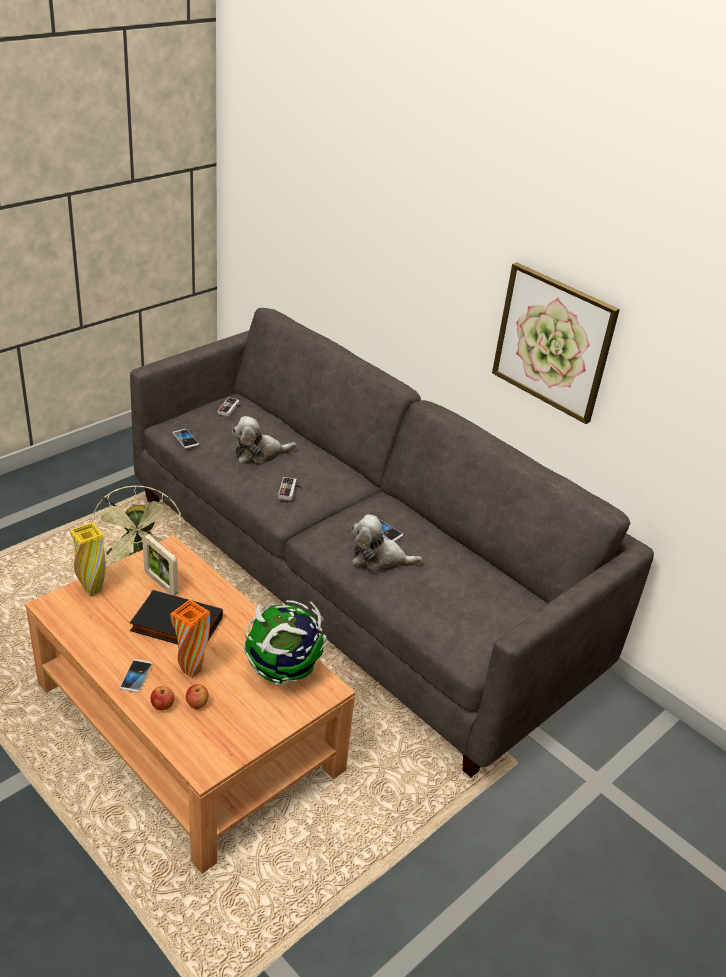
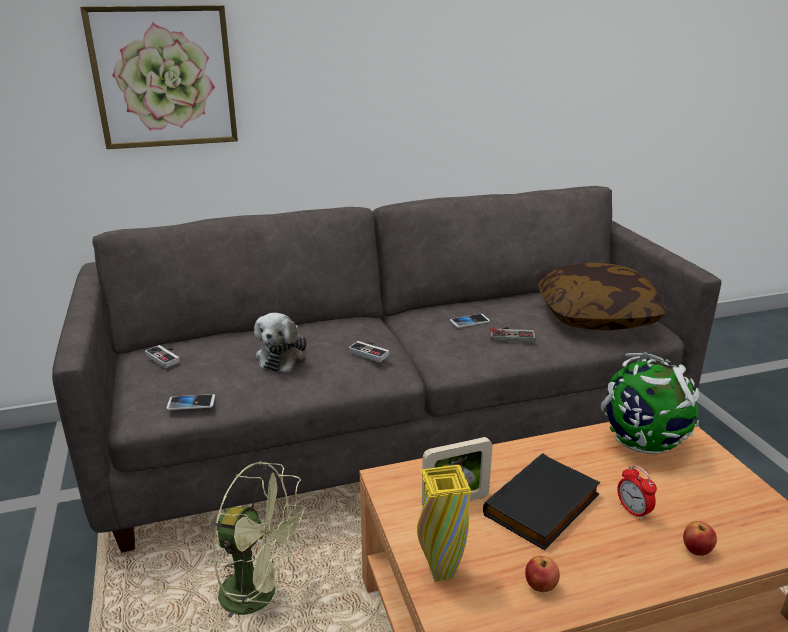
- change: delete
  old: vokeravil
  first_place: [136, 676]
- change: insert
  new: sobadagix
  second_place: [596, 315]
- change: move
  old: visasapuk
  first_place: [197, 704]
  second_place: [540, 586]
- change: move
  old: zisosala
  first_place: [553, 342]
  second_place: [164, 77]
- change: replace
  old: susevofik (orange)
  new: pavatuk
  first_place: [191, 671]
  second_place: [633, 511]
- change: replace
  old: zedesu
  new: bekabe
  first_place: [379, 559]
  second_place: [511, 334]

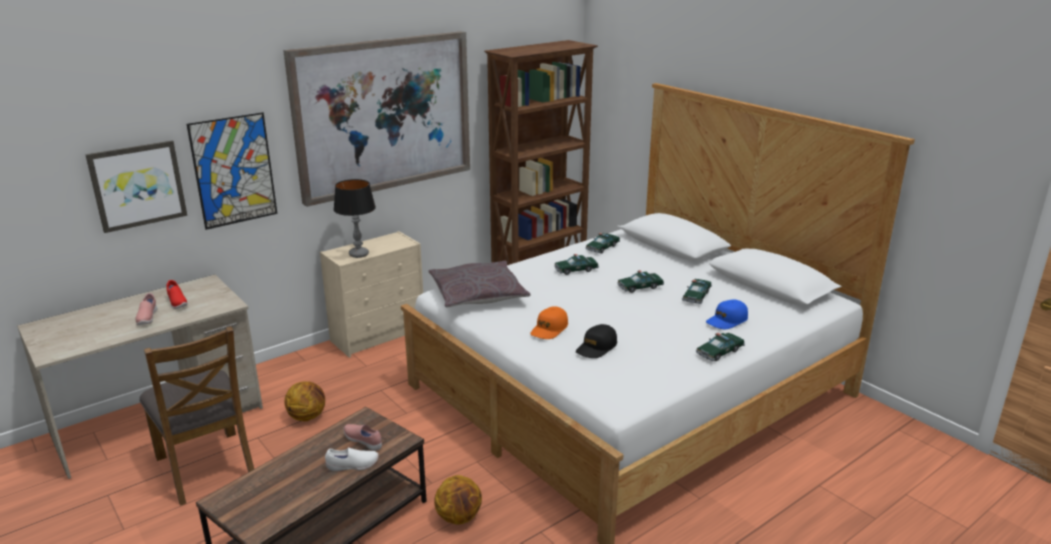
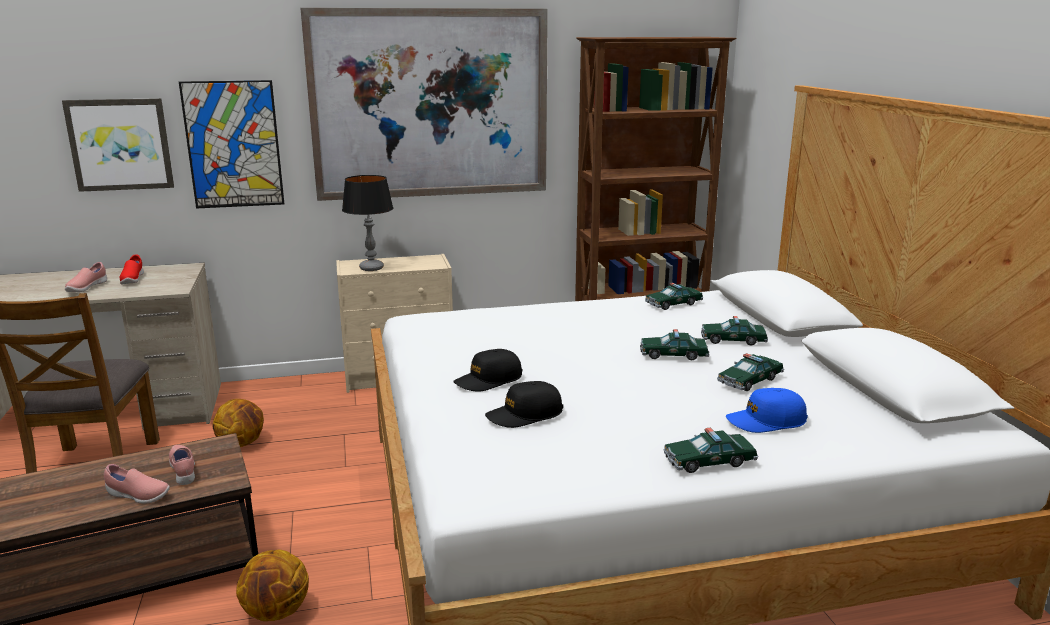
- change: delete
  old: sobadagix (grey)
  first_place: [478, 294]
- change: move
  old: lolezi
  first_place: [576, 270]
  second_place: [733, 340]
- change: recolor
  old: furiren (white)
  new: furiren (pink)
  first_place: [352, 466]
  second_place: [137, 496]
- change: recolor
  old: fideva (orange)
  new: fideva (black)
  first_place: [549, 329]
  second_place: [488, 380]

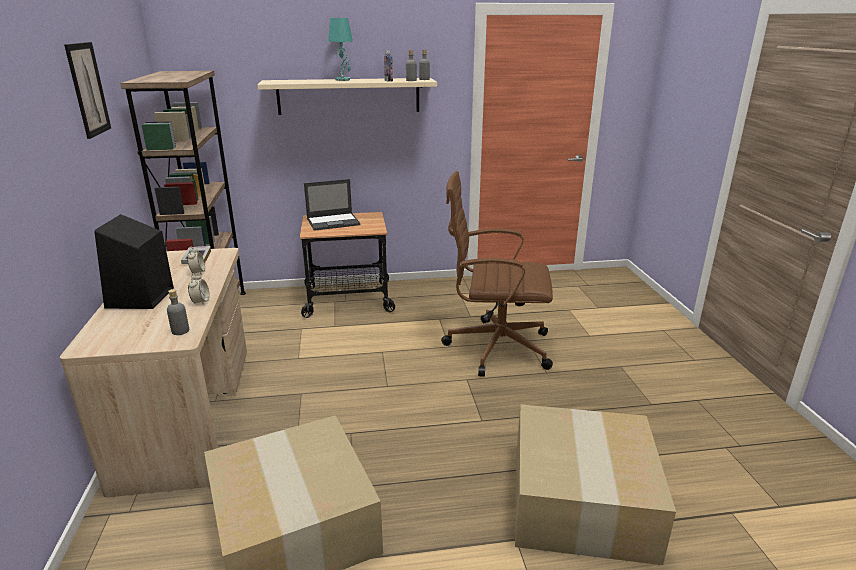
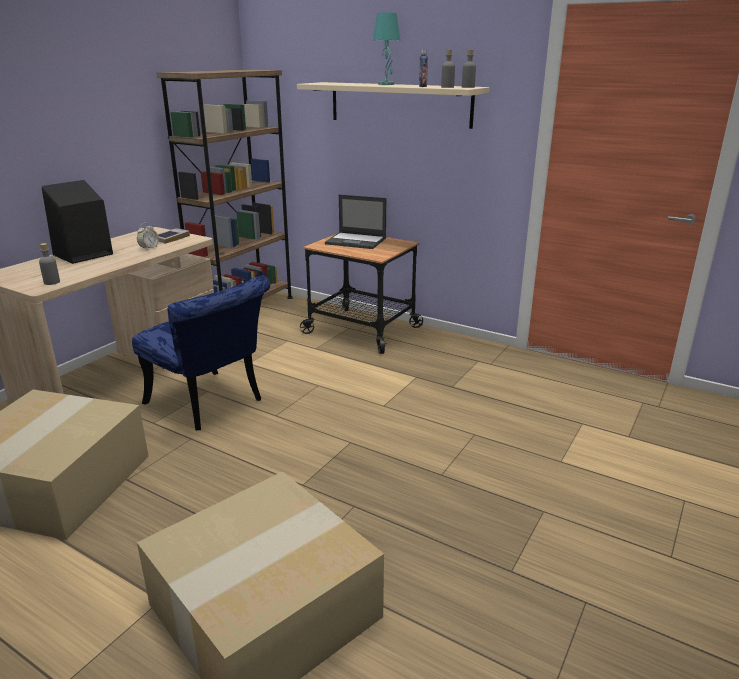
- change: delete
  old: zisosala
  first_place: [88, 89]
- change: delete
  old: pavatuk
  first_place: [200, 302]
- change: delete
  old: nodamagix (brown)
  first_place: [495, 347]
- change: insert
  new: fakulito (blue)
  second_place: [210, 405]

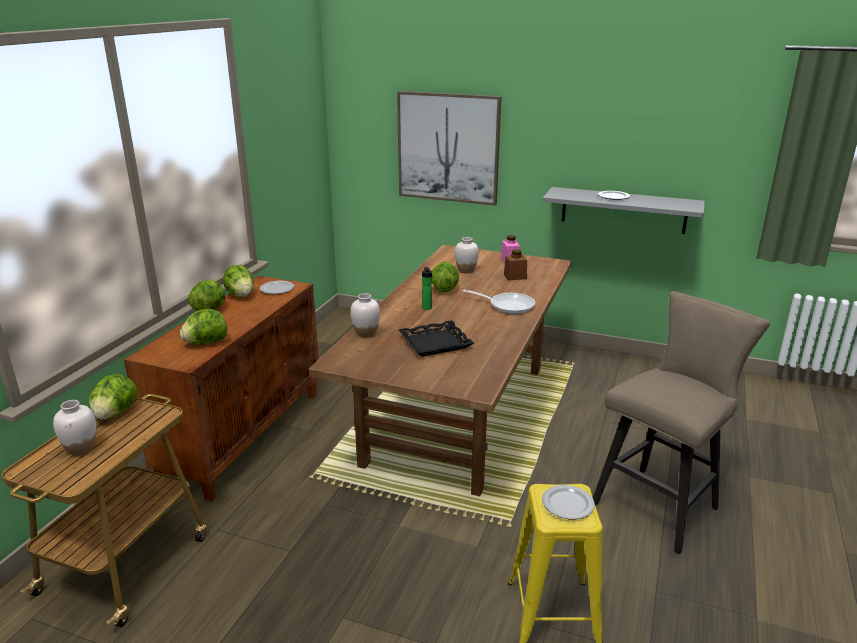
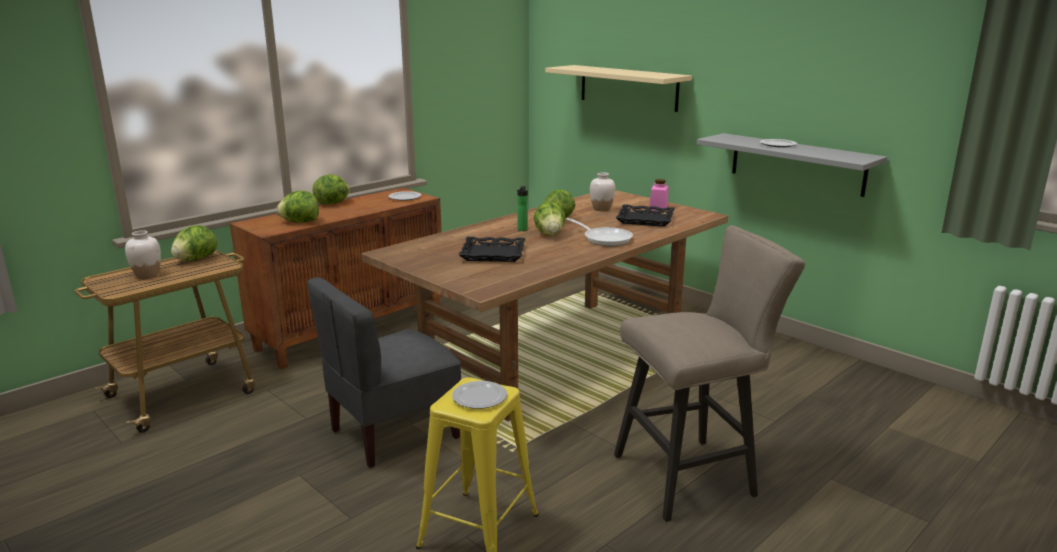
- change: delete
  old: susevofik (white)
  first_place: [366, 333]
- change: insert
  new: fakulito (grey)
  second_place: [393, 433]
- change: move
  old: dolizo
  first_place: [240, 295]
  second_place: [550, 234]
- change: replace
  old: zisosala
  new: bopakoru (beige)
  first_place: [448, 148]
  second_place: [628, 87]
- change: replace
  old: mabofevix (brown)
  new: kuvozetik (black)
  first_place: [515, 277]
  second_place: [645, 219]

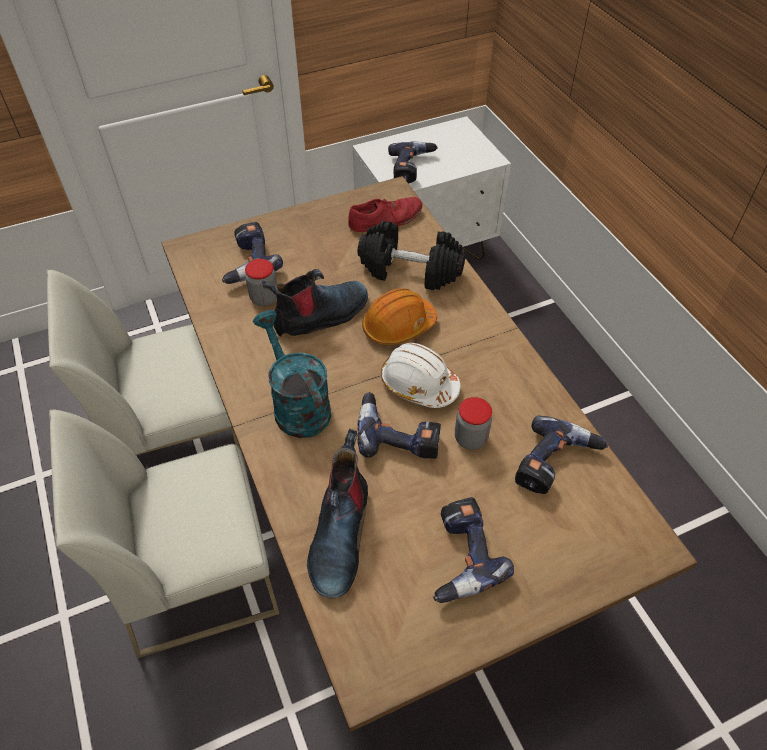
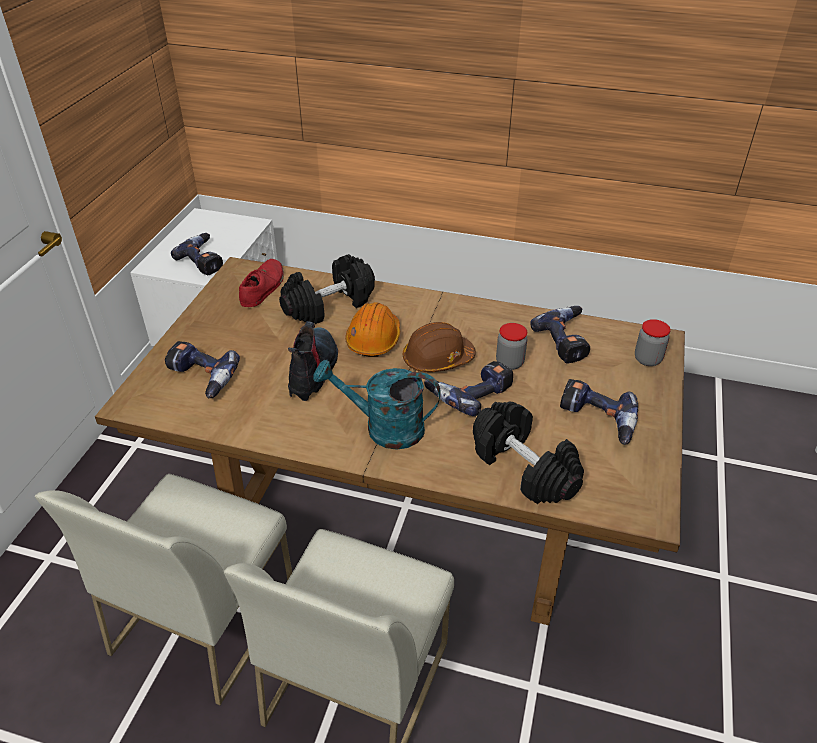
- change: move
  old: mabofevix
  first_place: [264, 298]
  second_place: [647, 359]
- change: replace
  old: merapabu
  new: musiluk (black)
  first_place: [339, 535]
  second_place: [524, 468]
- change: recolor
  old: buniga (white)
  new: buniga (brown)
  first_place: [418, 384]
  second_place: [437, 359]

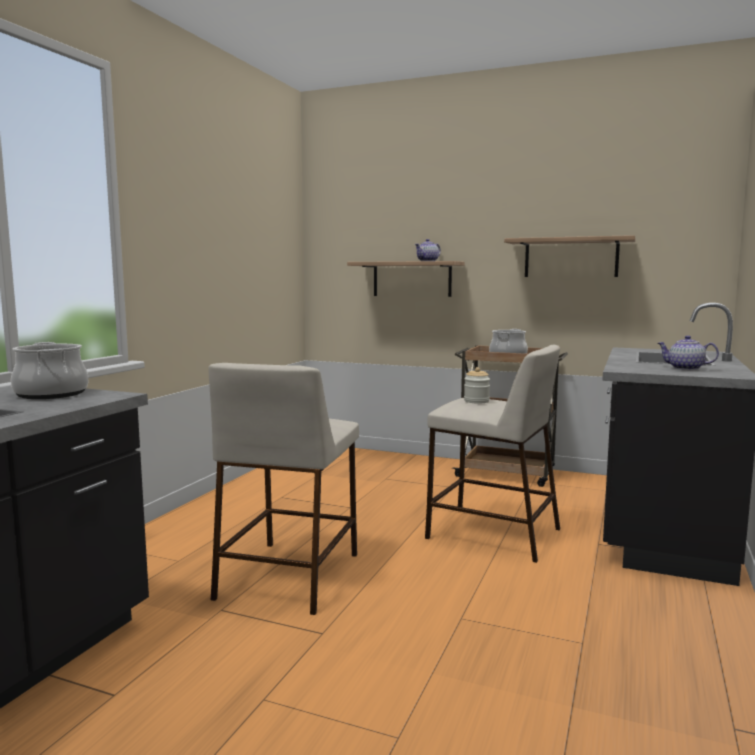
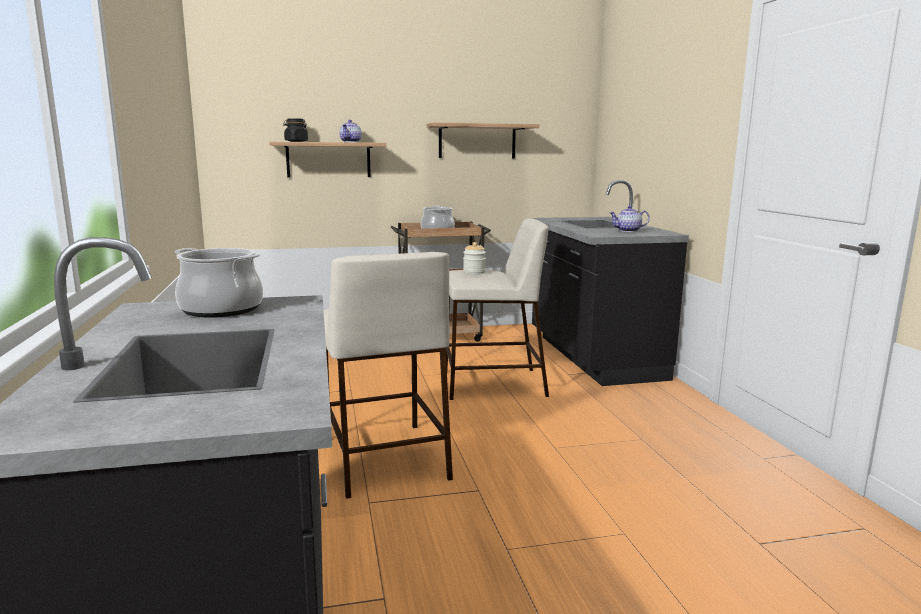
- change: insert
  new: mabofevix (black)
  second_place: [296, 141]

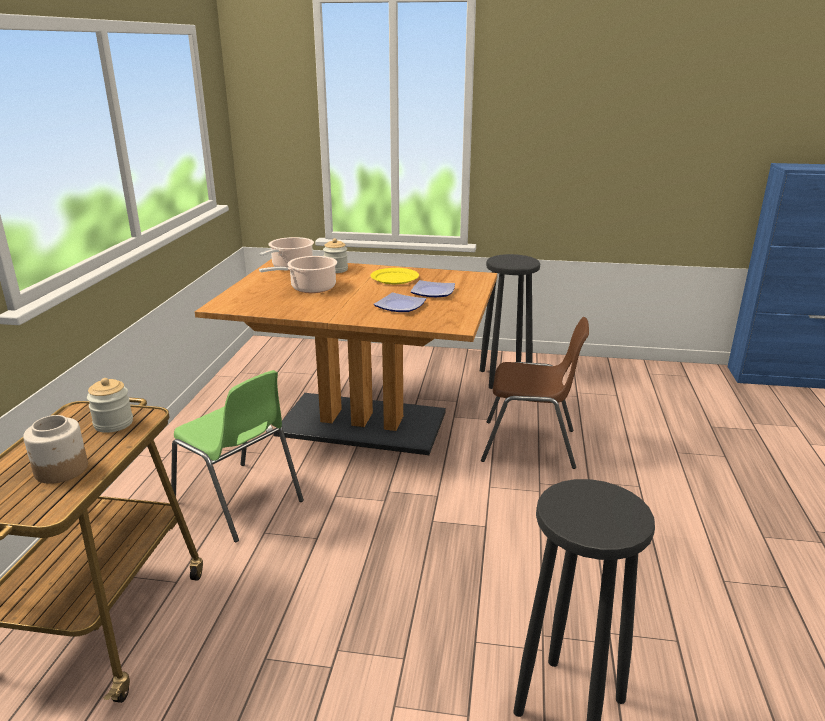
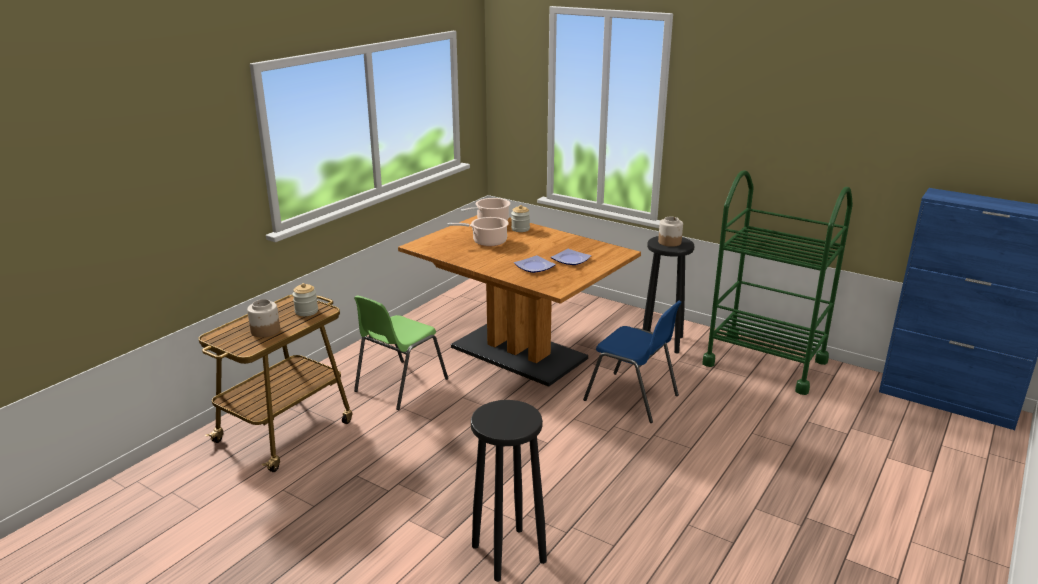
- change: delete
  old: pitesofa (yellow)
  first_place: [394, 278]
- change: insert
  new: mabofevix
  second_place: [669, 242]
- change: insert
  new: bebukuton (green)
  second_place: [765, 363]
- change: recolor
  old: fakulito (brown)
  new: fakulito (blue)
  first_place: [530, 445]
  second_place: [632, 398]
- change: rotate
  old: fakulito (green)
  first_place: [239, 502]
  second_place: [399, 385]
  degrees: 60

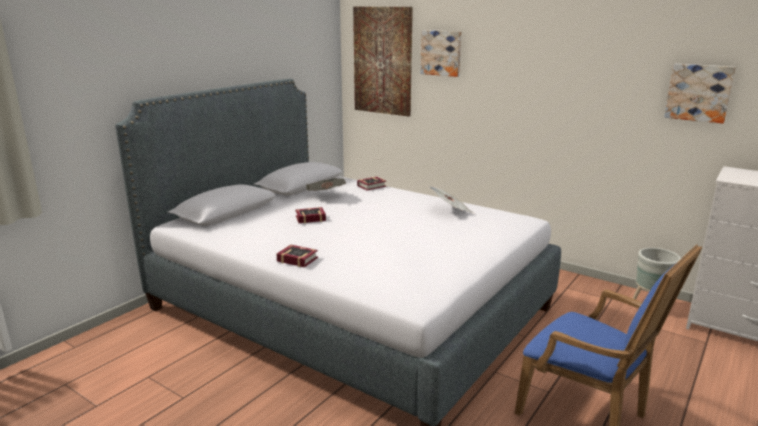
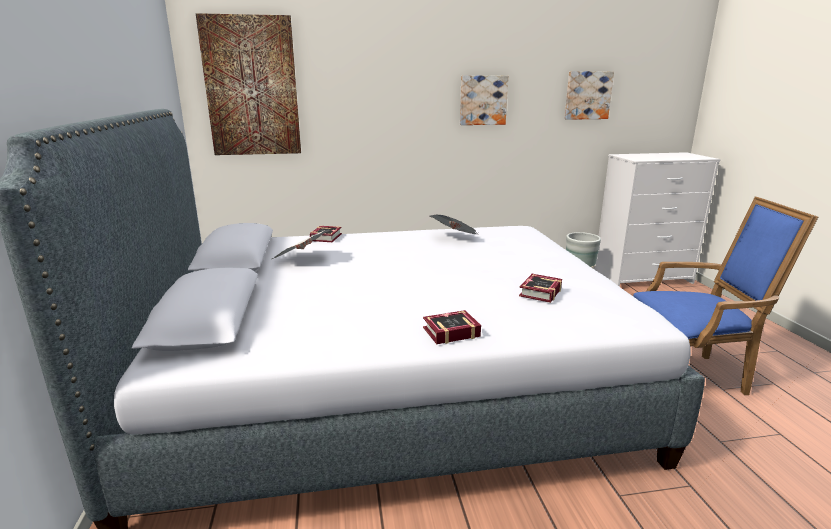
- change: move
  old: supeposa
  first_place: [309, 218]
  second_place: [538, 293]
- change: move
  old: zisosala
  first_place: [441, 53]
  second_place: [482, 100]

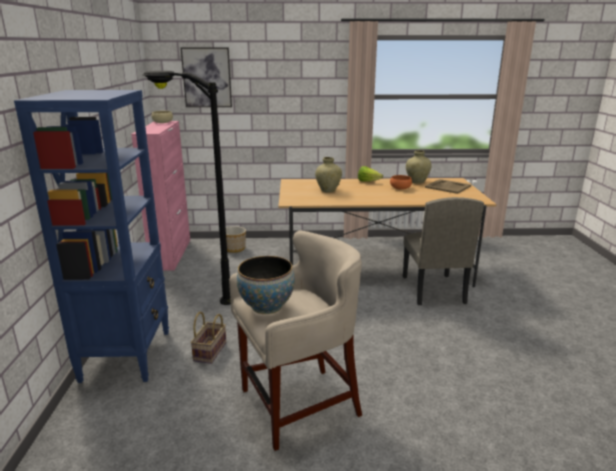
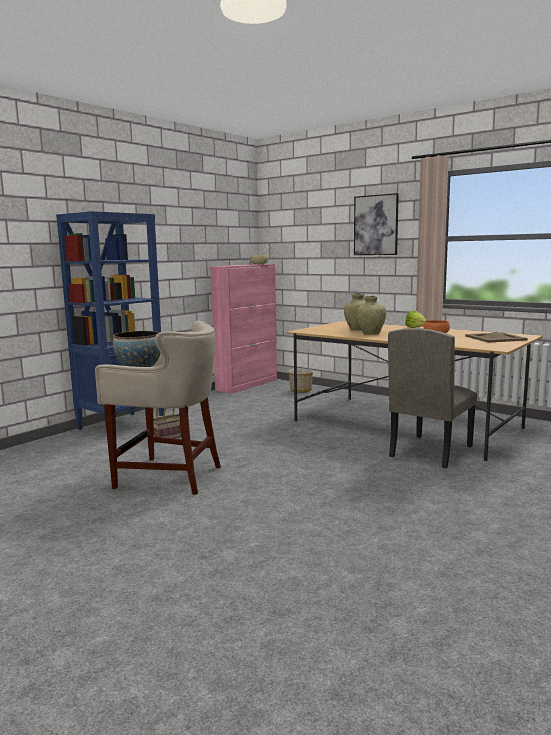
- change: delete
  old: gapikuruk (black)
  first_place: [194, 290]
- change: move
  old: zisosala
  first_place: [207, 77]
  second_place: [376, 225]
- change: move
  old: susevofik (beige)
  first_place: [417, 181]
  second_place: [370, 333]

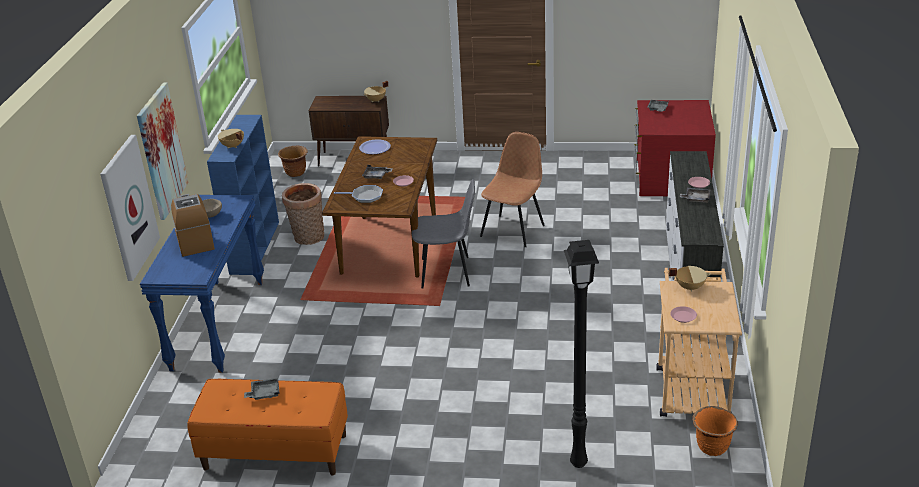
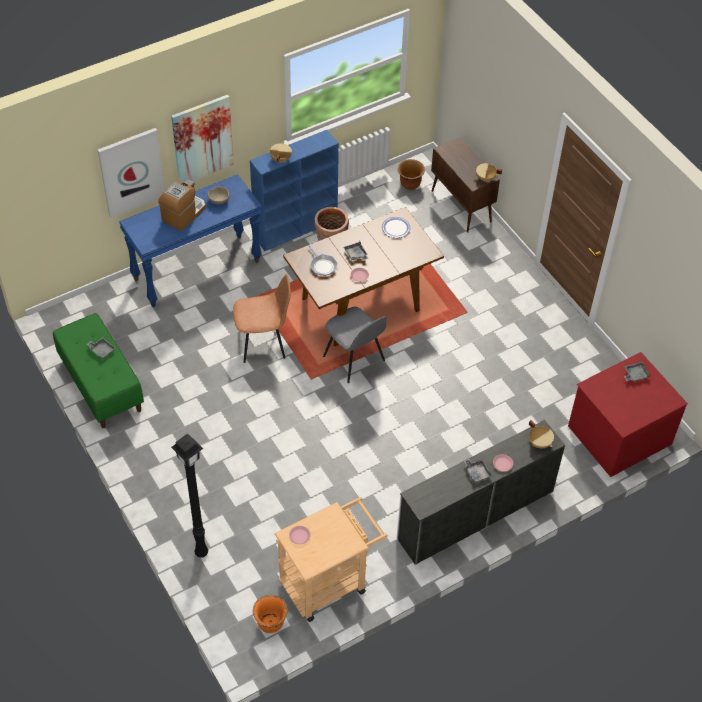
- change: move
  old: fakulito (brown)
  first_place: [513, 230]
  second_place: [263, 342]
- change: move
  old: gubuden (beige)
  first_place: [689, 287]
  second_place: [540, 442]
- change: recolor
  old: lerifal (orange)
  new: lerifal (green)
  first_place: [275, 452]
  second_place: [101, 385]

